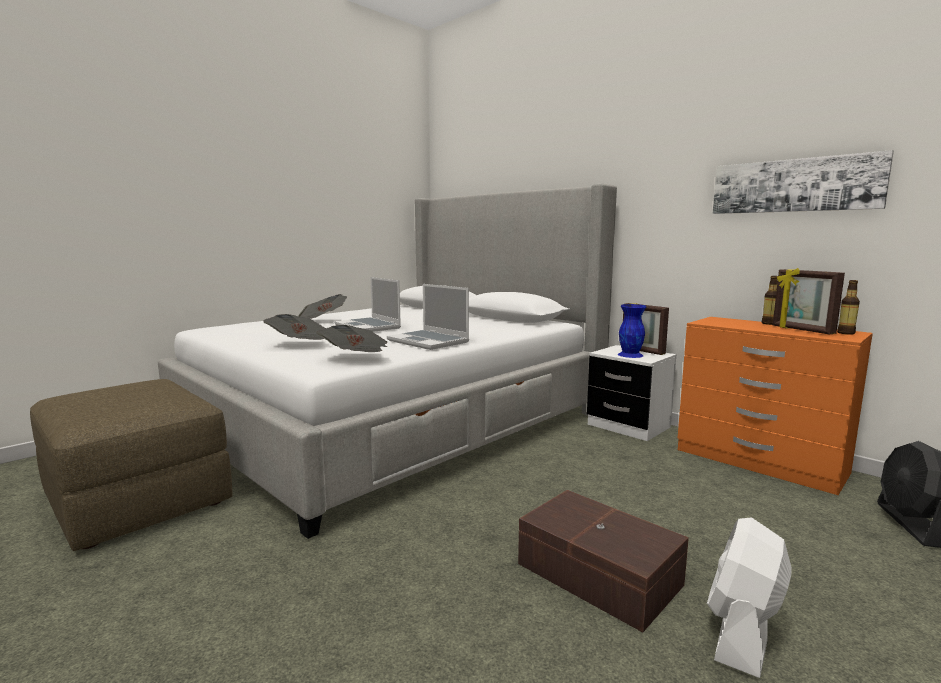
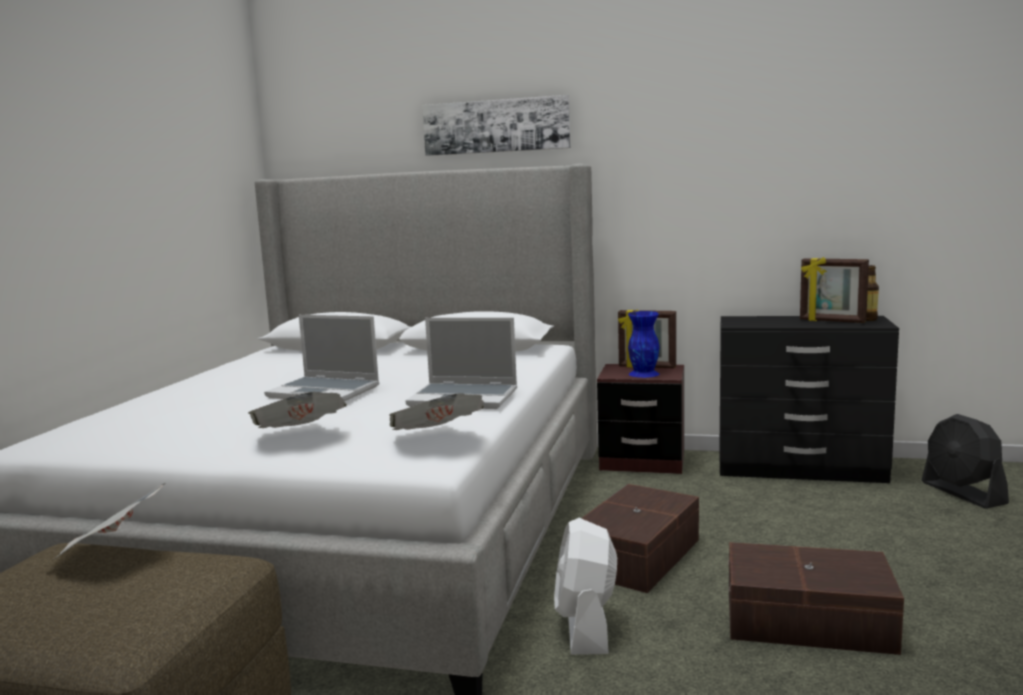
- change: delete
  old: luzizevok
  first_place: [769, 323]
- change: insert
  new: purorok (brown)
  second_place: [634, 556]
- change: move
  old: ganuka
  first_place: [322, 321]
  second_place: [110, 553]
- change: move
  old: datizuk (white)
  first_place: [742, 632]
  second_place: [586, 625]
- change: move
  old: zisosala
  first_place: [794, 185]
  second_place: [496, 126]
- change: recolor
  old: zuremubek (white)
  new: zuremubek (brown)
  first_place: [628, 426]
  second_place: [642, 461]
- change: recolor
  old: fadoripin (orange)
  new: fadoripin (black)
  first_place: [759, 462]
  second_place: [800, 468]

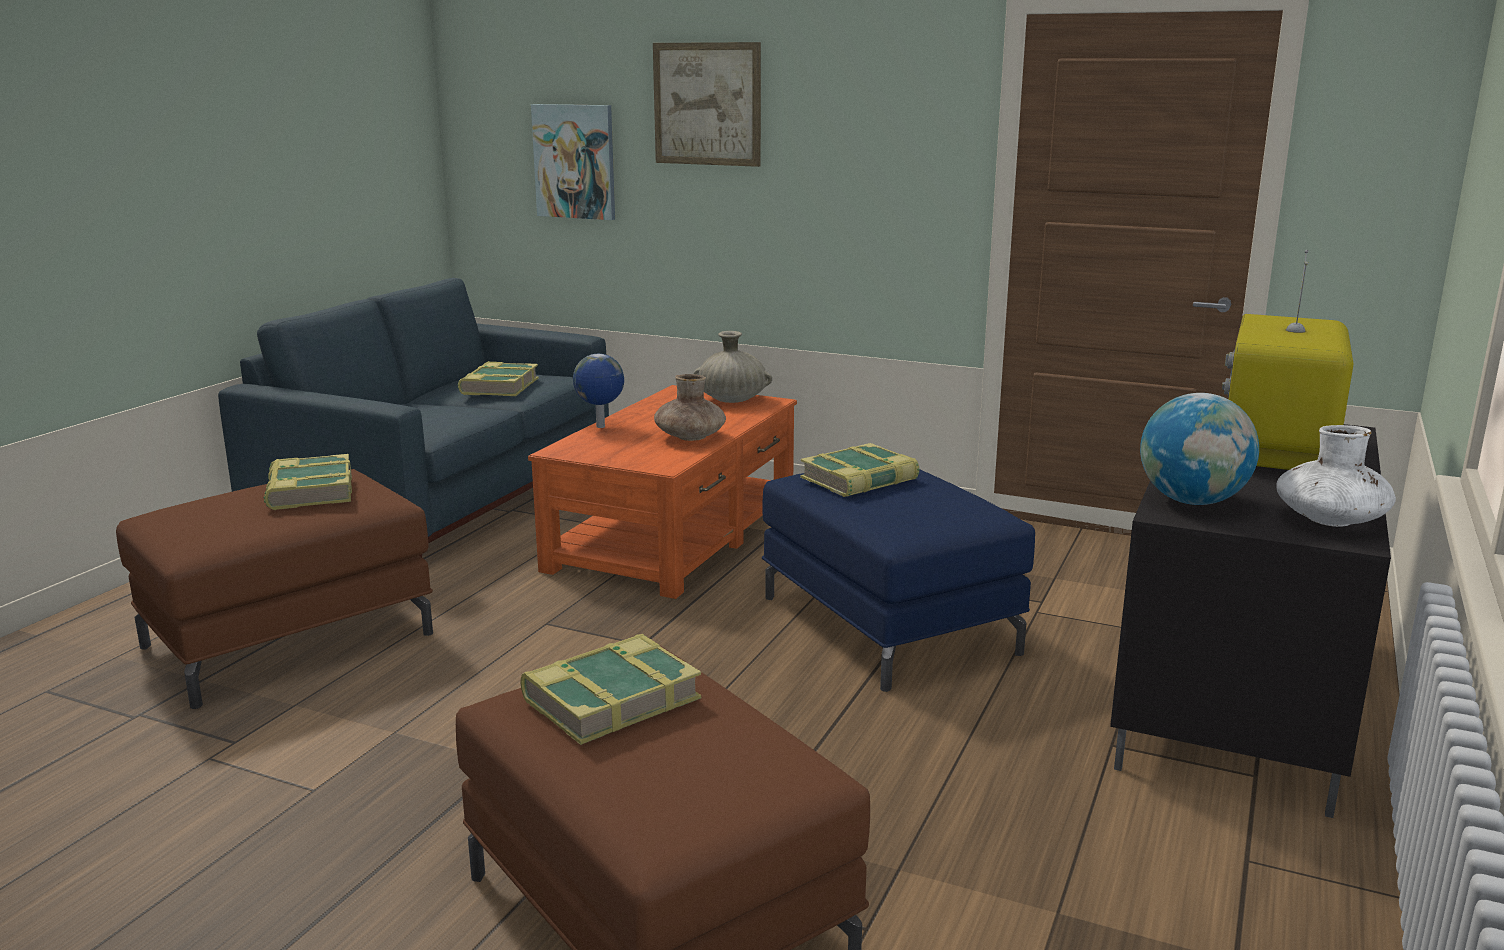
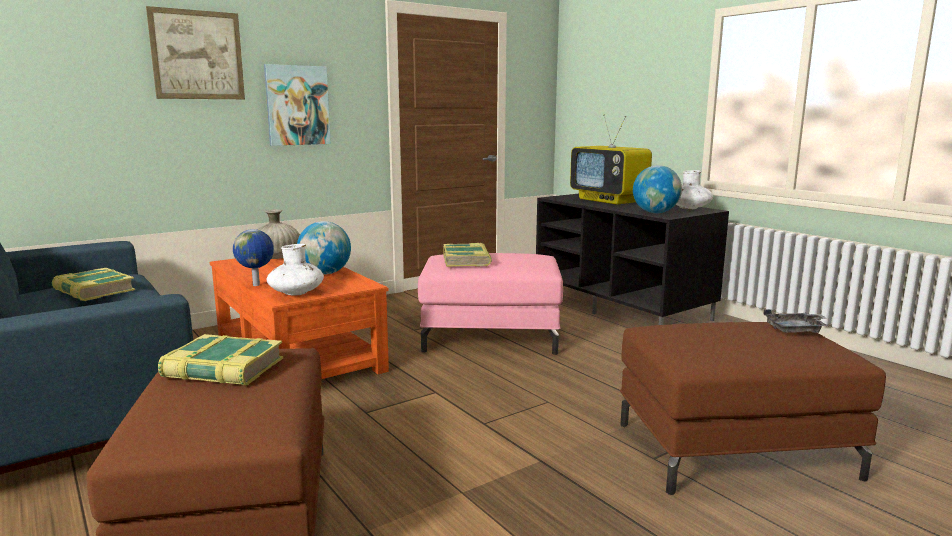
- change: delete
  old: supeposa
  first_place: [610, 699]
- change: insert
  new: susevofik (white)
  second_place: [296, 293]
- change: insert
  new: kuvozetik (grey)
  second_place: [796, 330]
- change: move
  old: zisosala
  first_place: [575, 161]
  second_place: [297, 105]
- change: replace
  old: susevofik (brown)
  new: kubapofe
  first_place: [690, 437]
  second_place: [325, 273]
- change: recolor
  old: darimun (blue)
  new: darimun (pink)
  first_place: [889, 624]
  second_place: [490, 336]

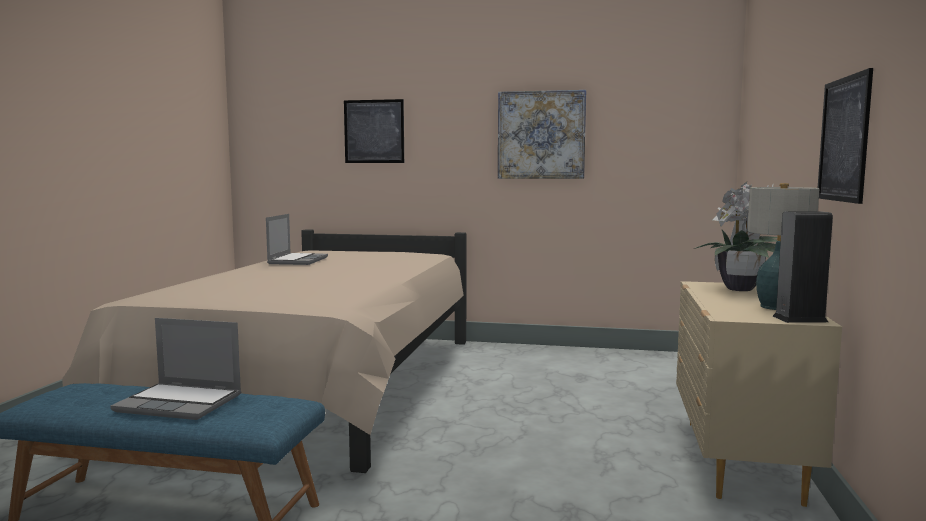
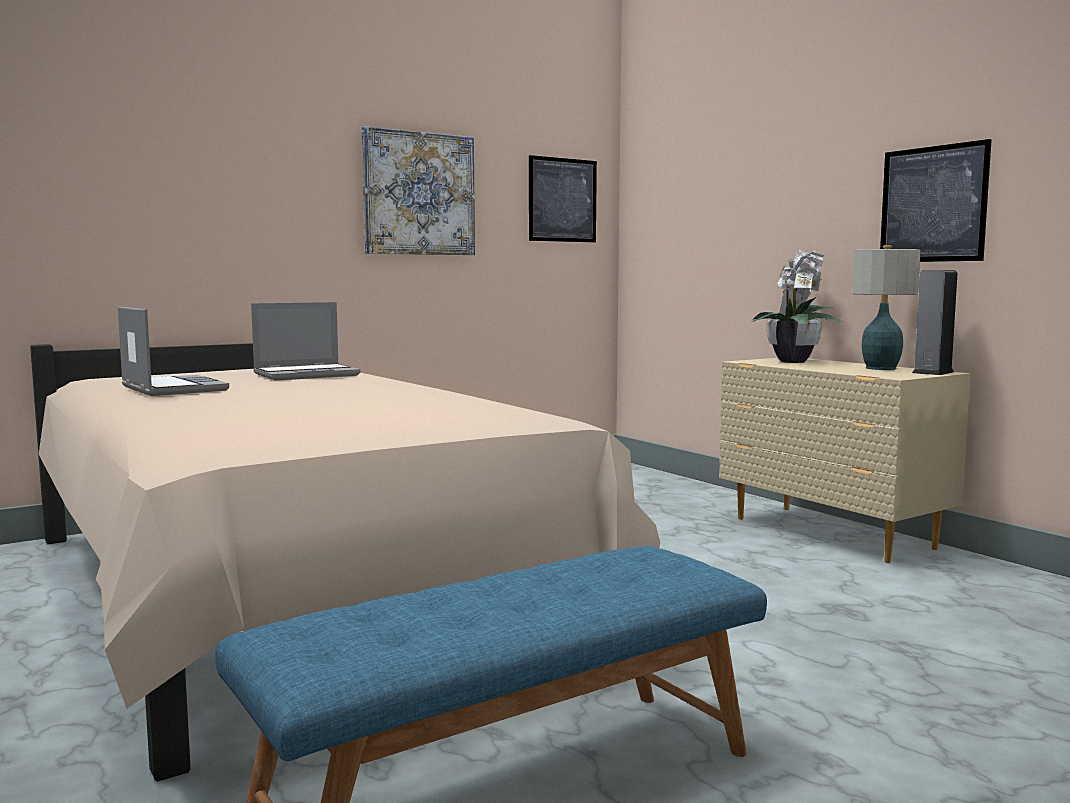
- change: move
  old: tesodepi
  first_place: [181, 403]
  second_place: [307, 375]
- change: move
  old: zisosala
  first_place: [374, 131]
  second_place: [562, 200]

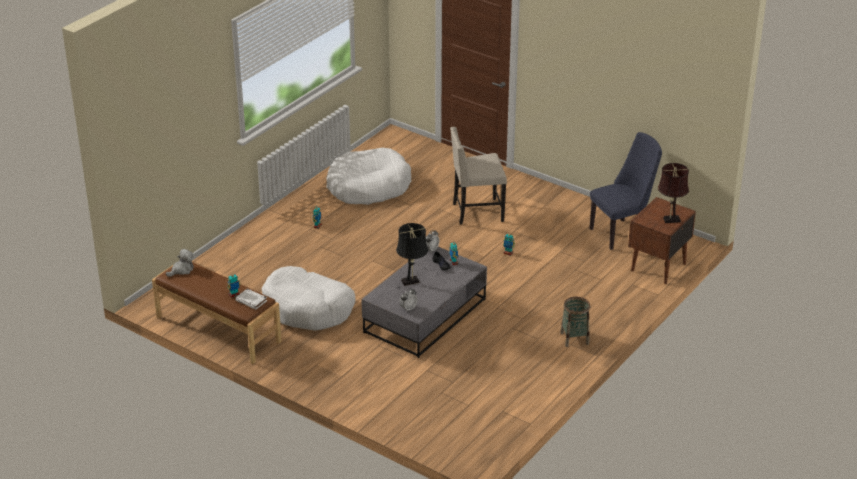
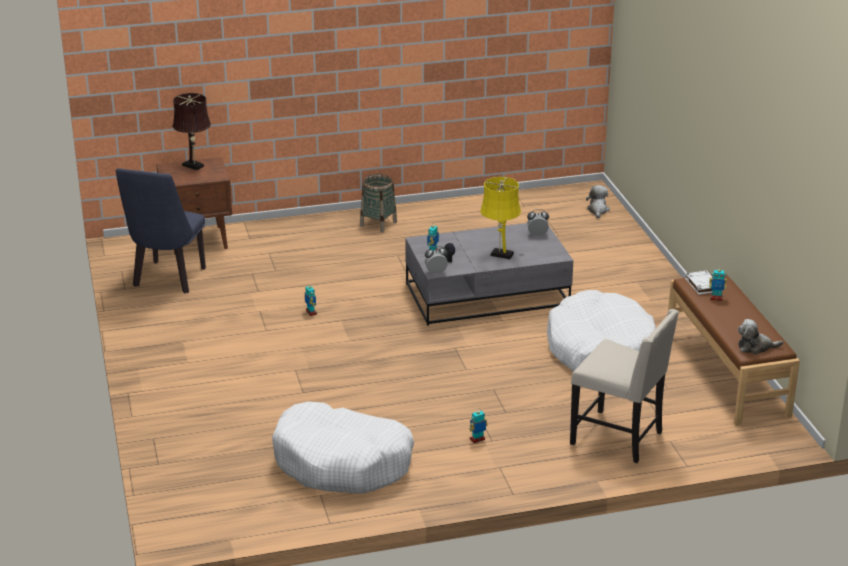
- change: insert
  new: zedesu
  second_place: [597, 210]
- change: move
  old: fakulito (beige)
  first_place: [476, 212]
  second_place: [619, 438]
- change: recolor
  old: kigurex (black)
  new: kigurex (yellow)
  first_place: [412, 281]
  second_place: [499, 254]
- change: rotate
  old: fakulito (blue)
  first_place: [621, 233]
  second_place: [167, 280]
  degrees: -90

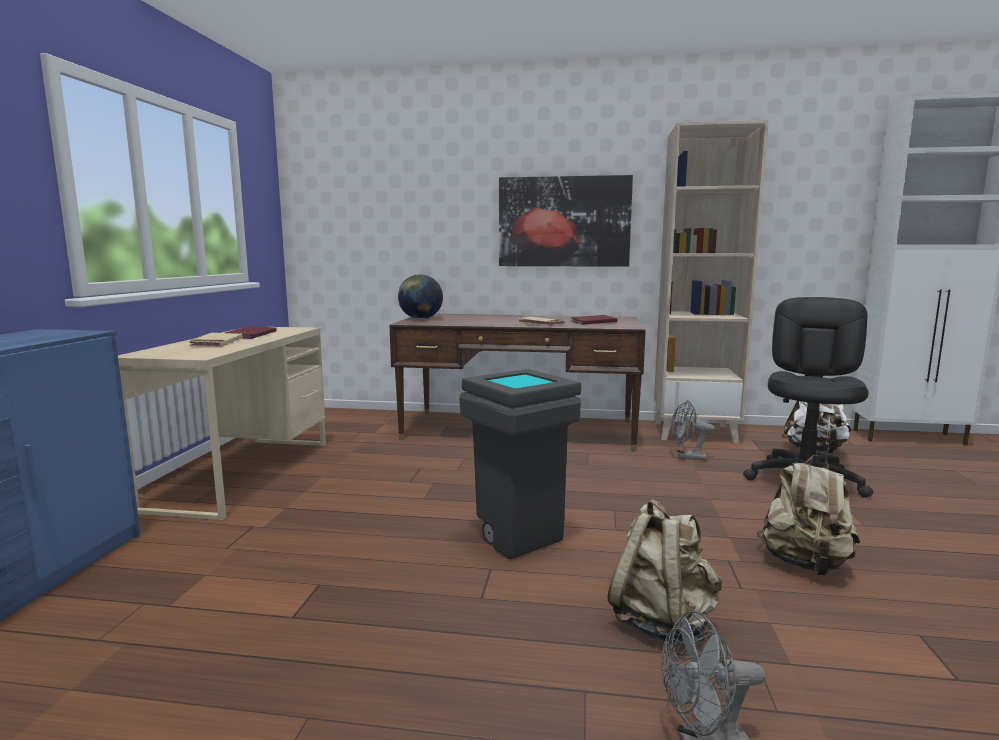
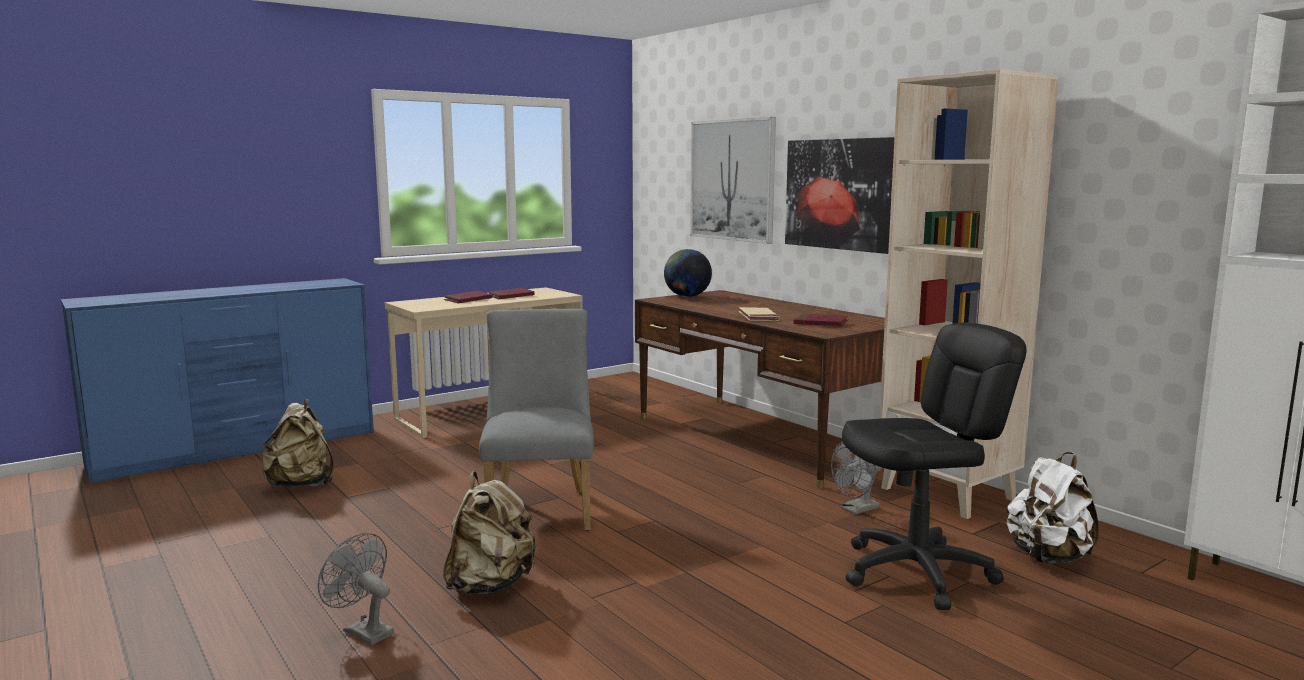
- change: insert
  new: zisosala
  second_place: [732, 180]
- change: move
  old: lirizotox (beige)
  first_place: [805, 564]
  second_place: [301, 485]
- change: replace
  old: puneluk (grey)
  new: fakulito (grey)
  first_place: [515, 537]
  second_place: [541, 508]
- change: recolor
  old: supeposa (beige)
  new: supeposa (red)
  first_place: [216, 343]
  second_place: [468, 300]
- change: rotate
  old: datizuk (grey)
  first_place: [687, 457]
  second_place: [856, 510]
  degrees: -90

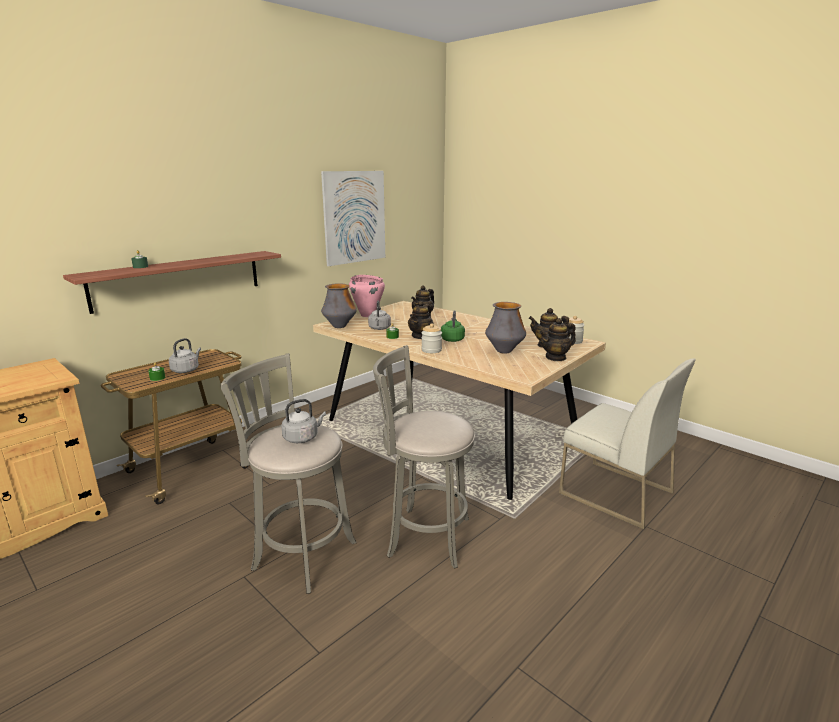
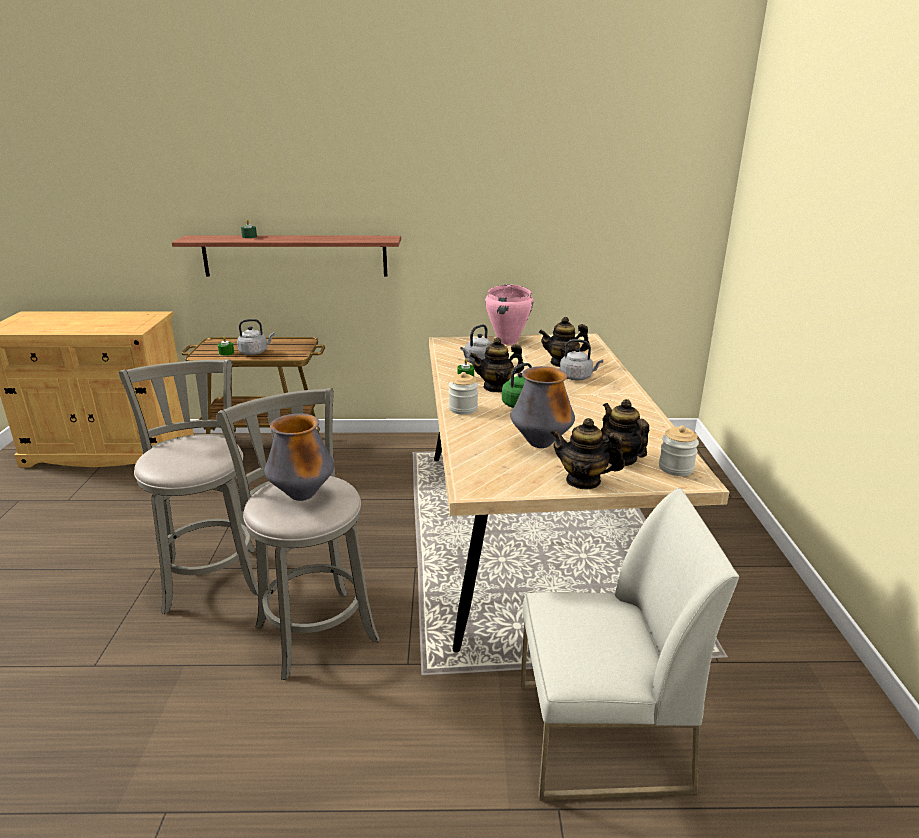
- change: delete
  old: zisosala
  first_place: [354, 217]
- change: move
  old: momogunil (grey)
  first_place: [302, 438]
  second_place: [577, 377]
- change: move
  old: susevofik
  first_place: [339, 326]
  second_place: [302, 495]
- change: rotate
  old: fakulito (white)
  first_place: [614, 493]
  second_place: [600, 736]
  degrees: -90

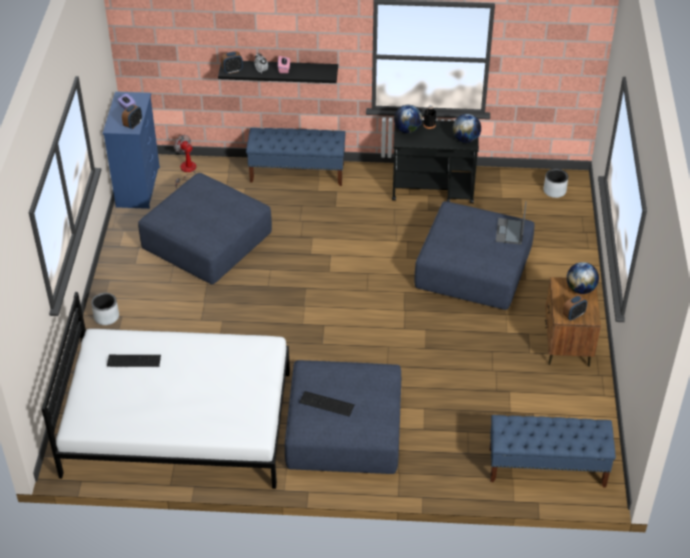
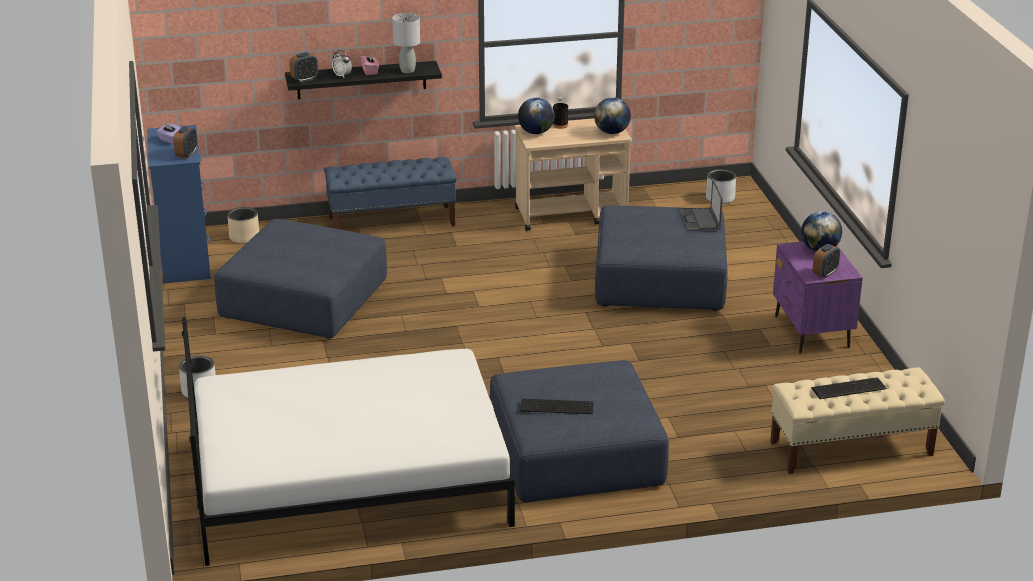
- change: insert
  new: kigurex (grey)
  second_place: [407, 70]
- change: move
  old: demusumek
  first_place: [133, 360]
  second_place: [847, 388]
- change: replace
  old: datizuk
  new: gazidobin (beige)
  first_place: [186, 171]
  second_place: [244, 237]
- change: recolor
  old: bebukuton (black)
  new: bebukuton (beige)
  first_place: [433, 189]
  second_place: [572, 215]
- change: recolor
  old: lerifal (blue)
  new: lerifal (beige)
  first_place: [546, 467]
  second_place: [850, 449]
- change: recolor
  old: zuremubek (brown)
  new: zuremubek (purple)
  first_place: [566, 345]
  second_place: [811, 332]

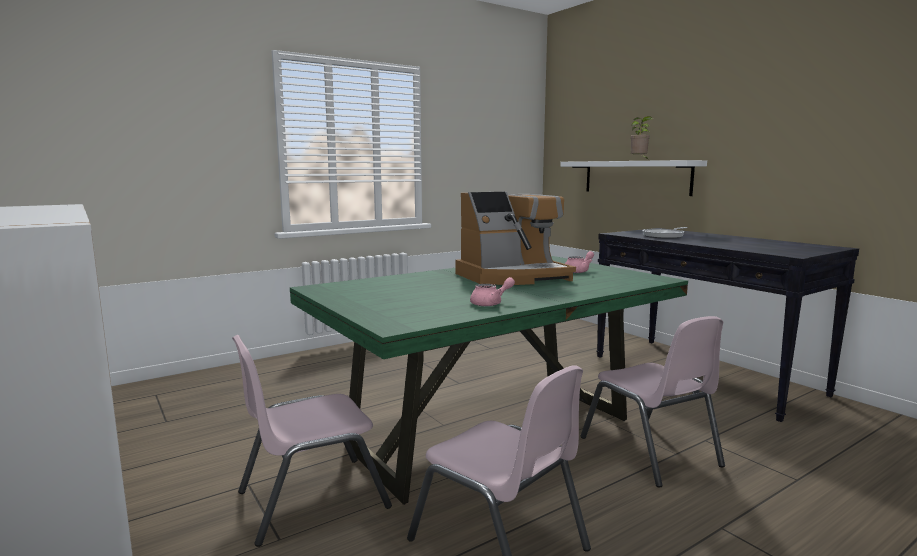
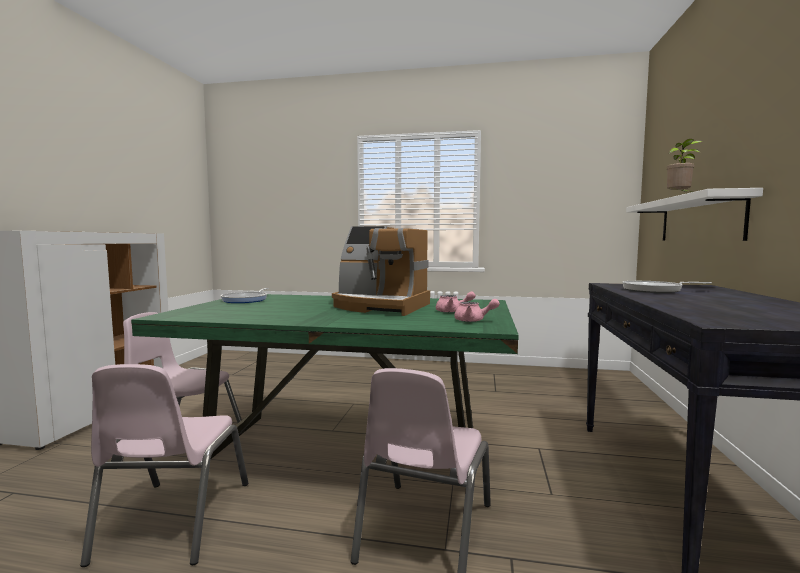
- change: insert
  new: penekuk
  second_place: [246, 300]
- change: move
  old: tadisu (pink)
  first_place: [491, 303]
  second_place: [473, 320]

